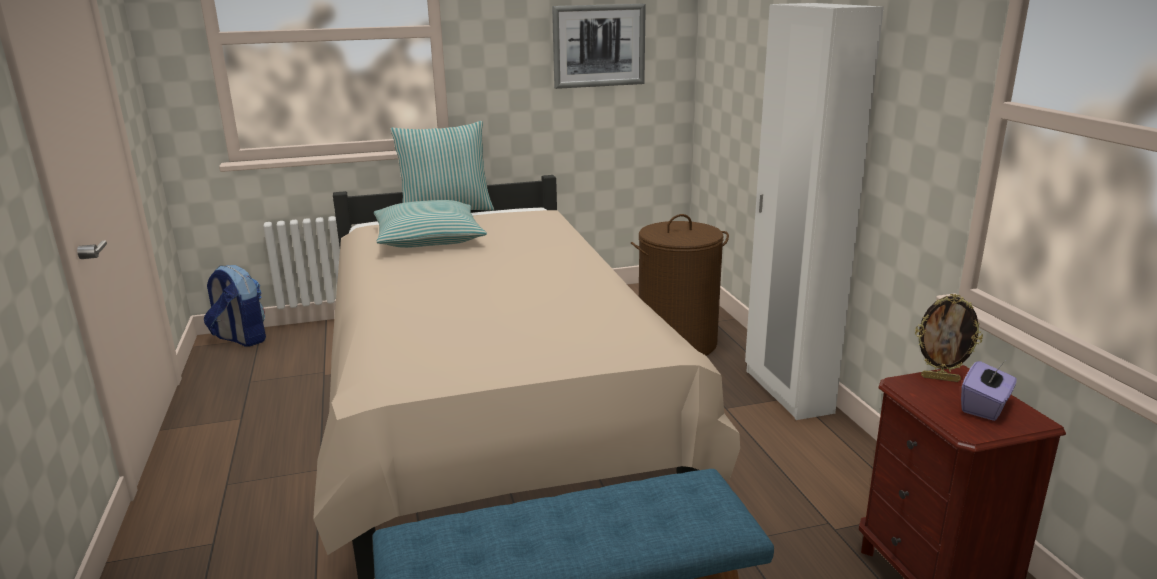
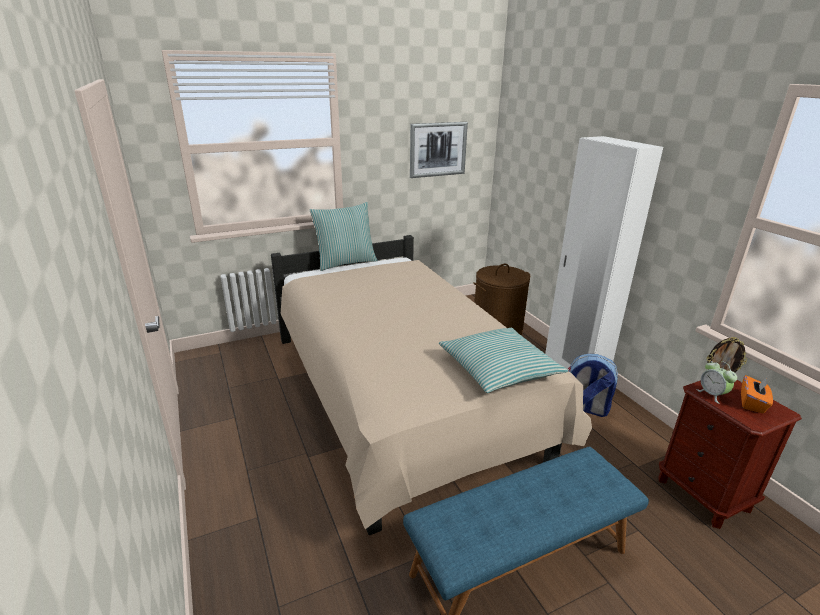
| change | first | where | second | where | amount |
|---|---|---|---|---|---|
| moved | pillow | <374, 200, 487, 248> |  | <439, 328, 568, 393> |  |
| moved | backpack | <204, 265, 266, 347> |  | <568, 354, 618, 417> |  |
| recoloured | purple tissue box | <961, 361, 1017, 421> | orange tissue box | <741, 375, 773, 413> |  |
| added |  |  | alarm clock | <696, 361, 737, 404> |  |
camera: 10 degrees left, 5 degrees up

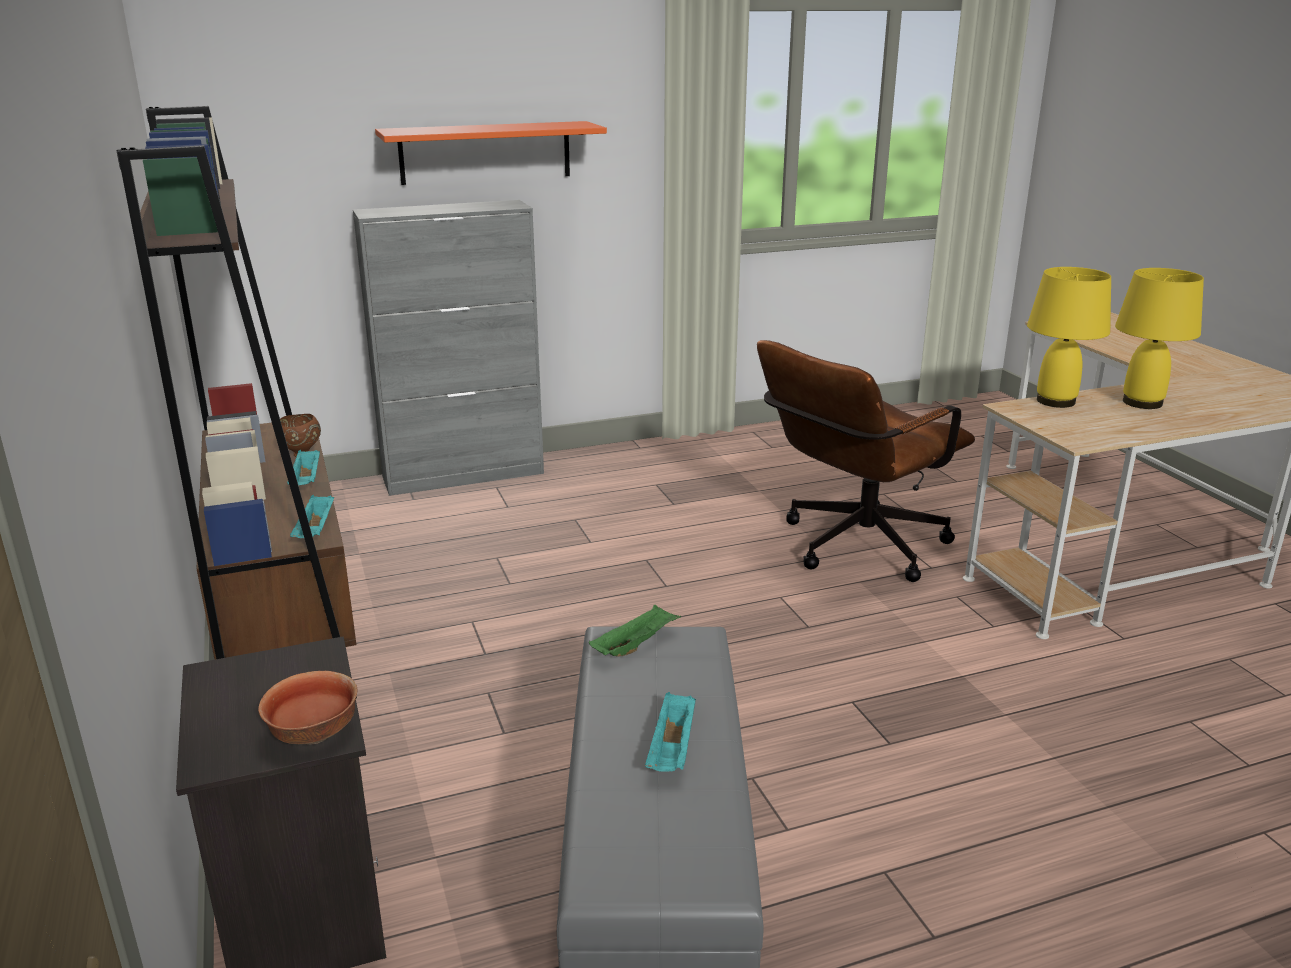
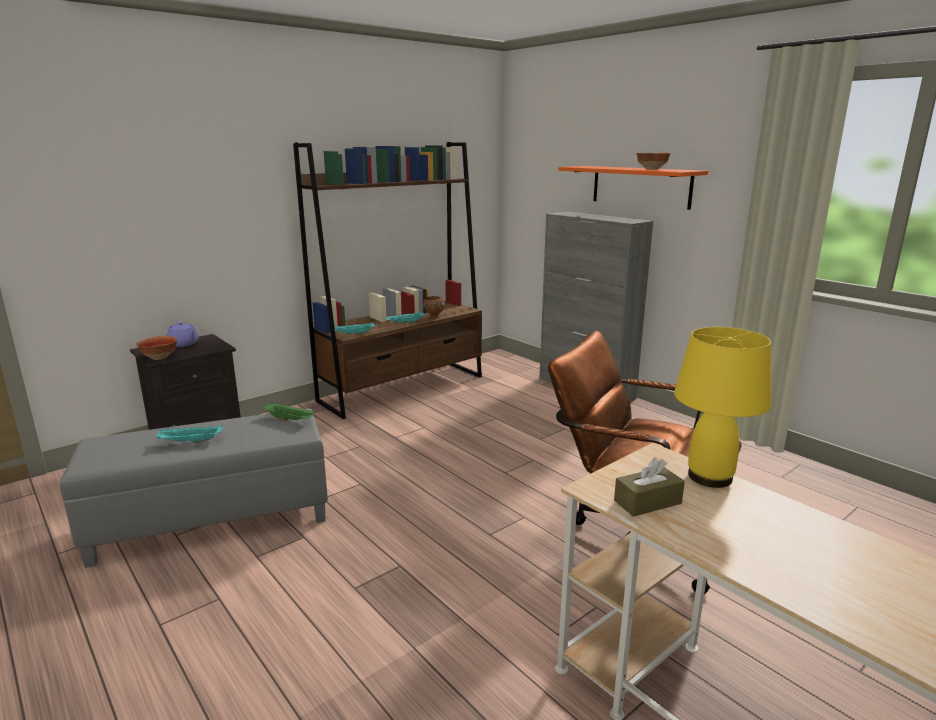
| change | first | where | second | where | amount |
|---|---|---|---|---|---|
| removed | yellow table lamp | <1115, 268, 1204, 409> |  |  |  |
| added |  |  | bowl | <637, 153, 671, 170> |  |
| added |  |  | purple teapot | <167, 322, 199, 347> |  |
| added |  |  | brown tissue box | <614, 457, 685, 517> |  |
camera: 70 degrees right, 5 degrees down

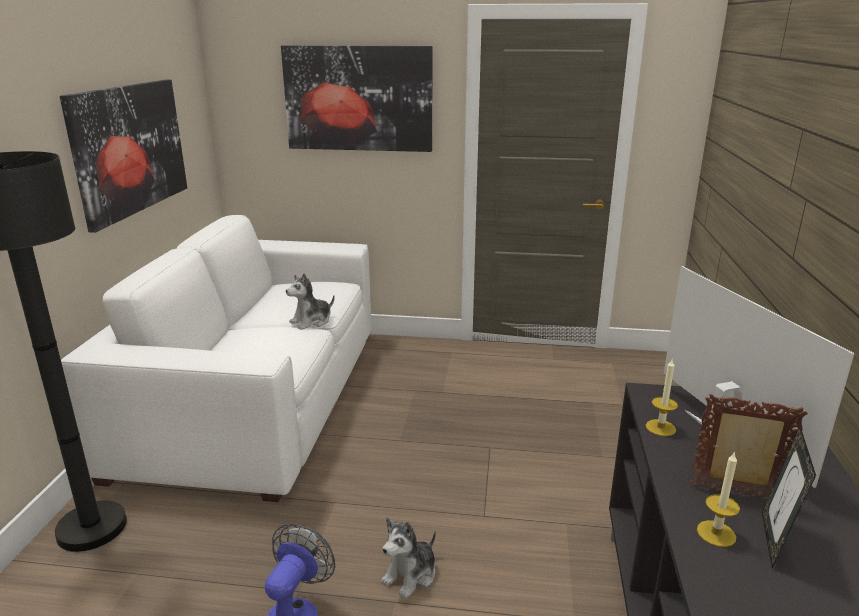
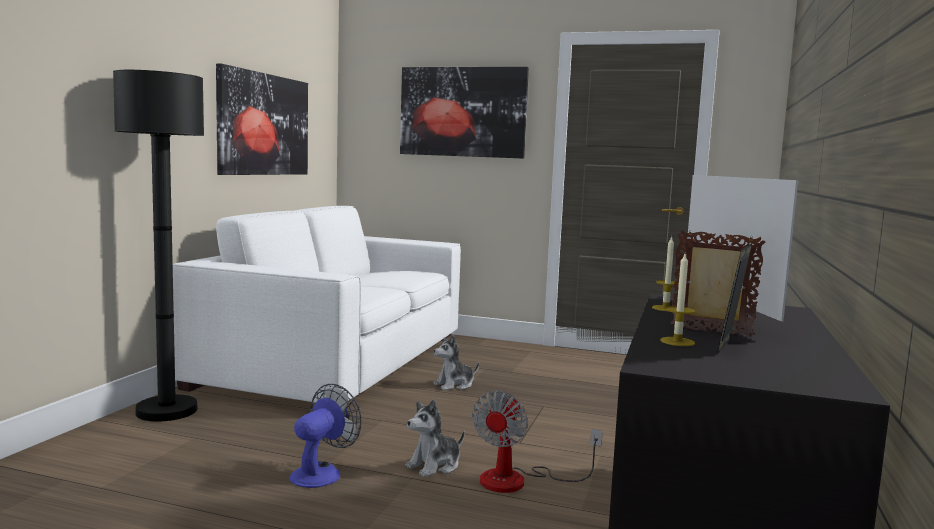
| change | first | where | second | where | amount |
|---|---|---|---|---|---|
| moved | plush toy | <286, 273, 335, 330> |  | <433, 335, 479, 390> |  |
| added |  |  | fan | <472, 390, 603, 493> |  |
camera: 10 degrees right, 15 degrees down

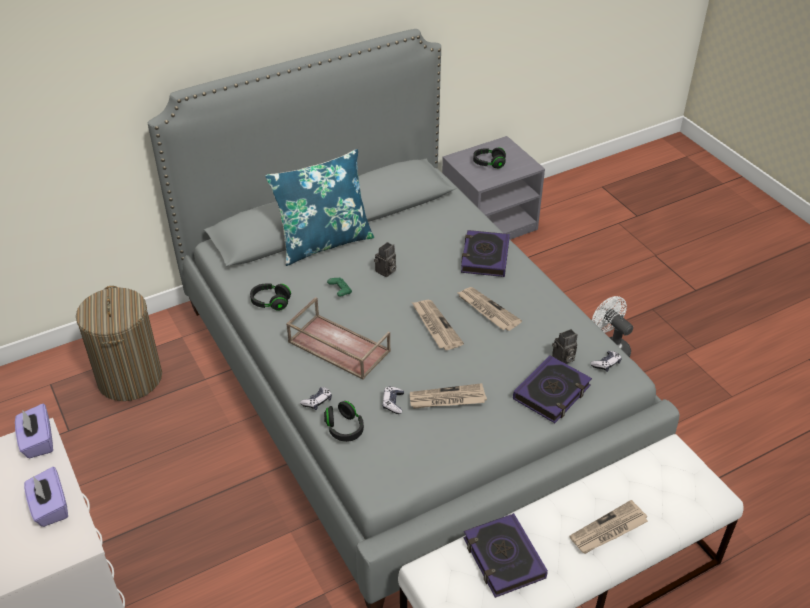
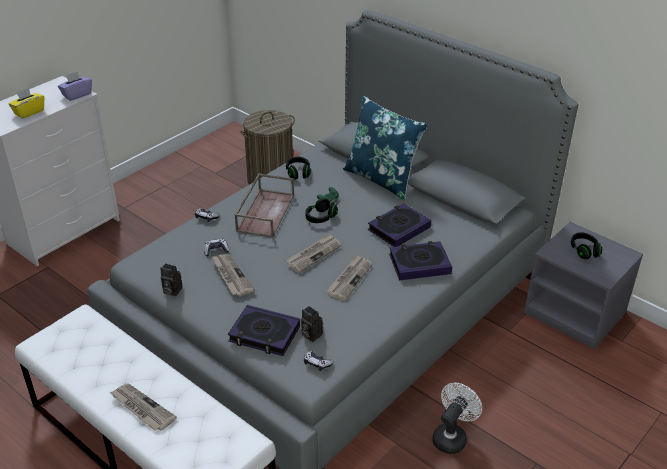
| change | first | where | second | where | amount |
|---|---|---|---|---|---|
| moved | photo camera | <374, 242, 396, 277> |  | <160, 263, 183, 296> |  |
| moved | black headphones | <324, 401, 364, 442> |  | <305, 198, 338, 223> |  |
| recoloured | purple tissue box | <24, 467, 68, 527> | yellow tissue box | <8, 88, 44, 119> |  |
| moved | book | <463, 513, 548, 598> |  | <368, 203, 431, 247> |  |
camera: 70 degrees right, 5 degrees down

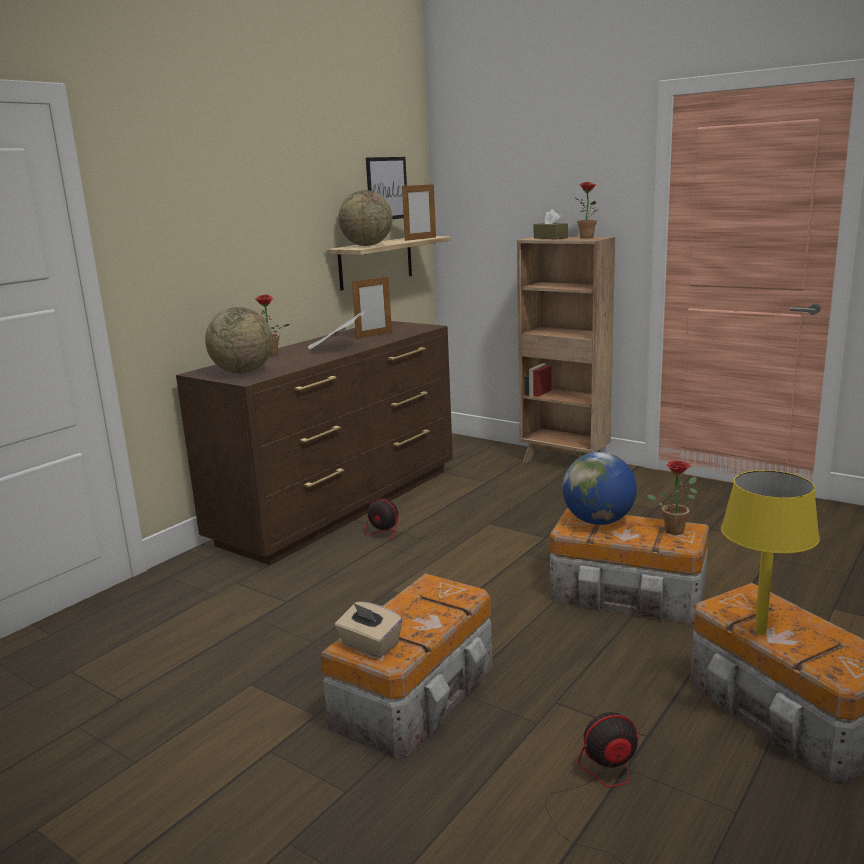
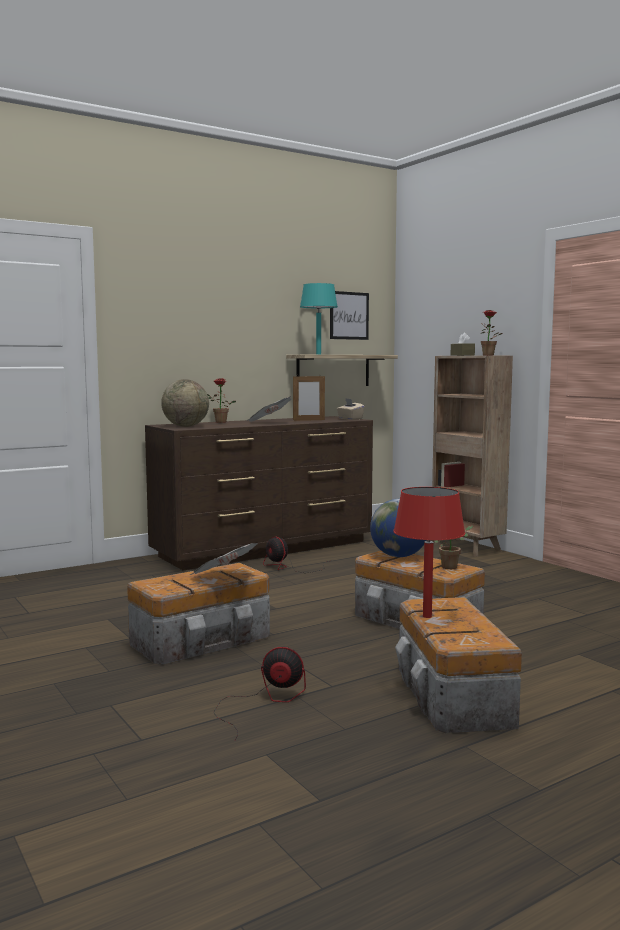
| change | first | where | second | where | amount |
|---|---|---|---|---|---|
| removed | picture frame | <402, 183, 436, 241> |  |  |  |
| replaced | globe | <338, 190, 393, 246> | turquoise table lamp | <300, 283, 338, 355> |  |
| recoloured | yellow table lamp | <721, 470, 820, 635> | red table lamp | <393, 487, 465, 618> |  |
| moved | beige tissue box | <335, 602, 403, 658> |  | <337, 398, 365, 420> |  |
| added |  |  | newspaper | <190, 543, 258, 575> |  |
camera: 20 degrees right, 10 degrees down

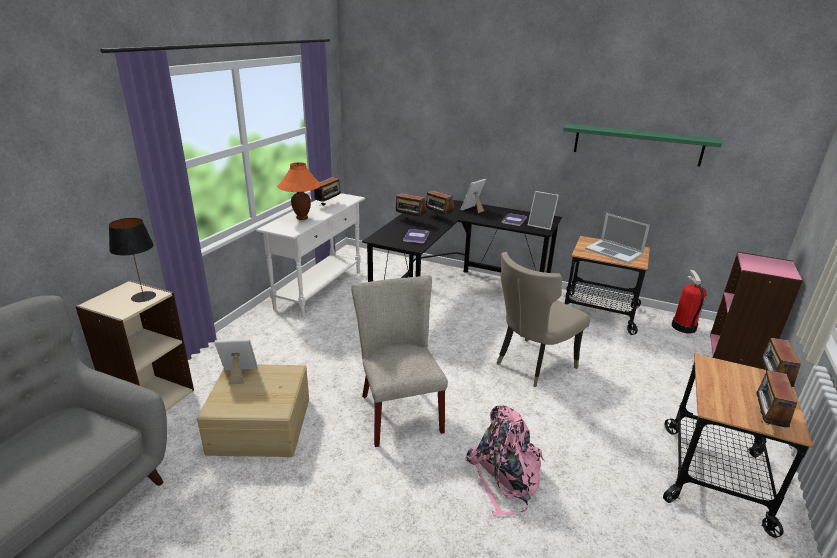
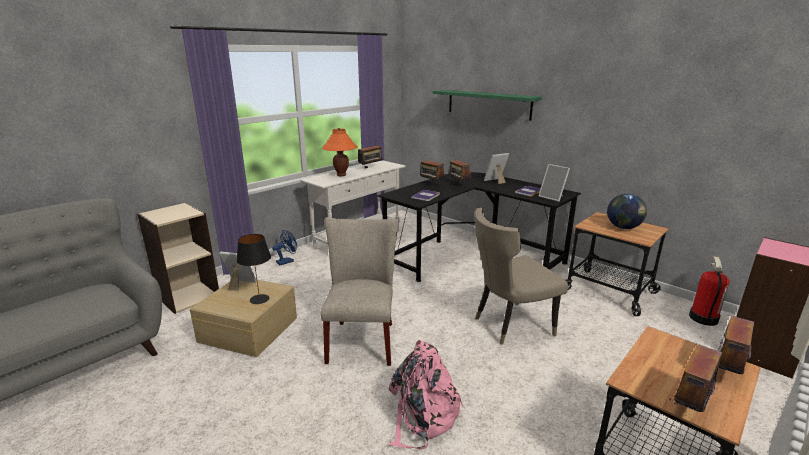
| change | first | where | second | where | amount |
|---|---|---|---|---|---|
| moved | green shelf | <563, 124, 722, 166> |  | <433, 90, 542, 121> |  |
| replaced | laptop | <585, 213, 650, 263> | globe | <607, 194, 647, 229> |  |
| moved | black table lamp | <109, 218, 156, 302> |  | <236, 234, 271, 304> |  |
| added |  |  | blue fan | <272, 230, 297, 265> |  |
camera: 20 degrees right, 5 degrees down

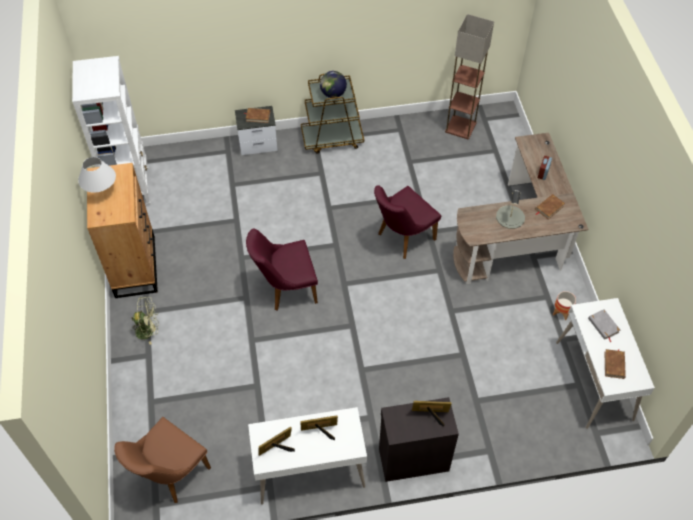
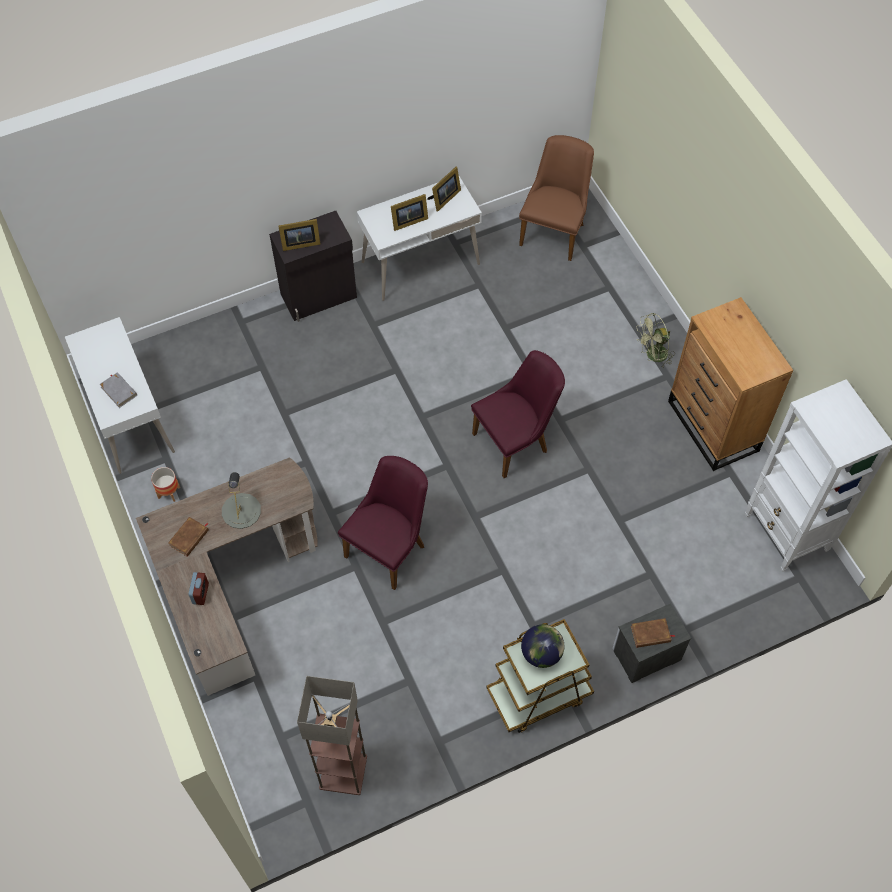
| change | first | where | second | where | amount |
|---|---|---|---|---|---|
| removed | white table lamp | <78, 157, 116, 193> |  |  |  |
| removed | brown book | <605, 349, 626, 379> |  |  |  |
camera: 165 degrees right, 5 degrees up

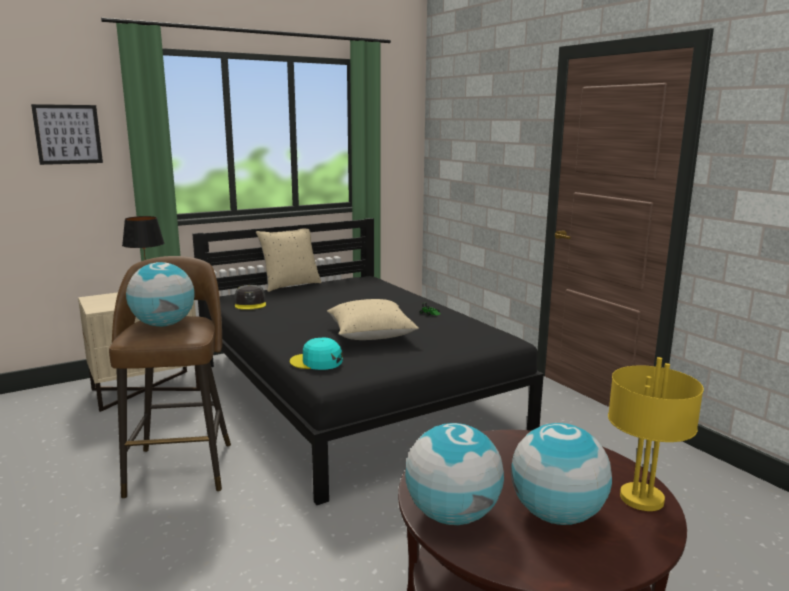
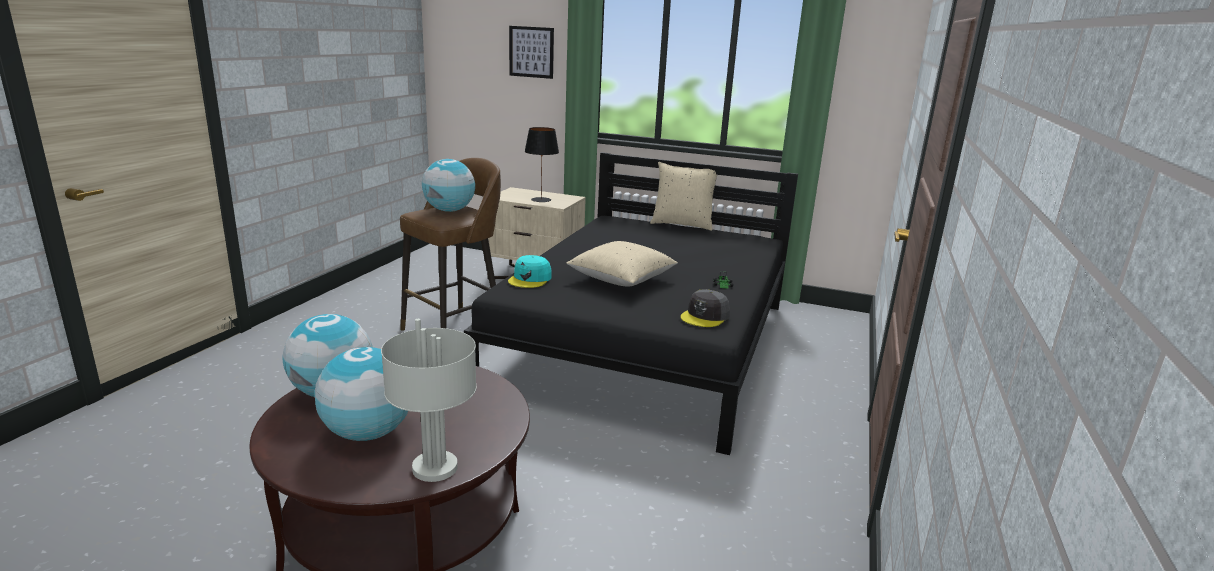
| change | first | where | second | where | amount |
|---|---|---|---|---|---|
| moved | grey cap | <234, 285, 266, 310> |  | <681, 289, 730, 327> |  |
| turned | turquoise cap | <290, 338, 343, 370> |  | <508, 255, 552, 288> | 135 degrees counterclockwise |
| recoloured | yellow table lamp | <608, 357, 704, 511> | grey table lamp | <381, 319, 477, 482> |  |
camera: 50 degrees right, 5 degrees up

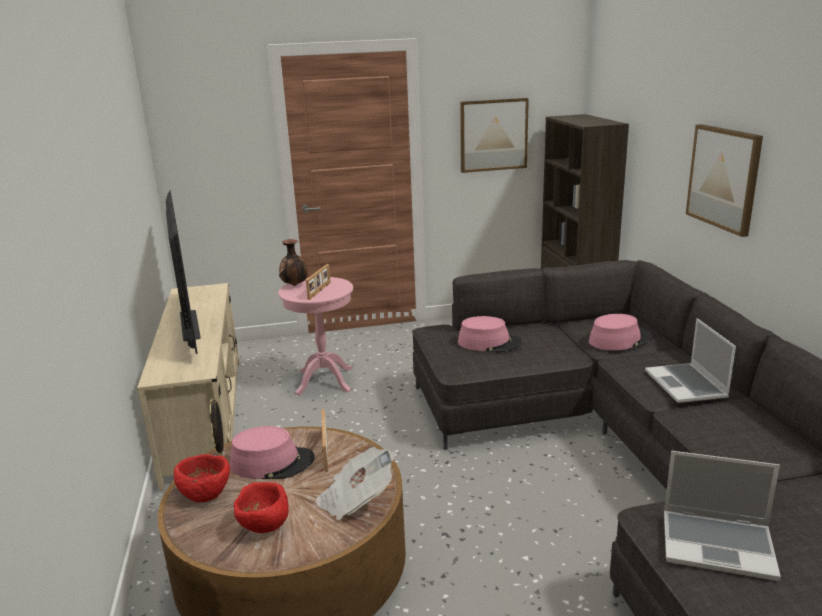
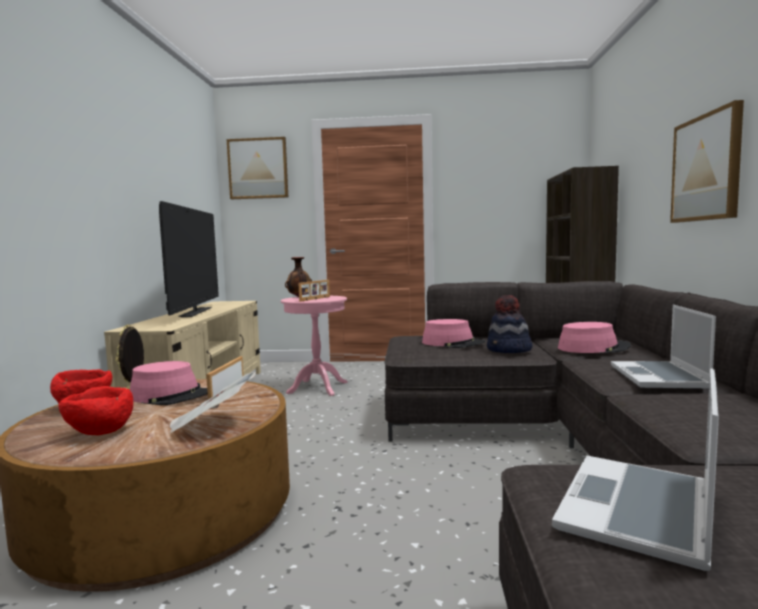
| change | first | where | second | where | amount |
|---|---|---|---|---|---|
| moved | picture | <460, 98, 529, 173> |  | <227, 137, 288, 199> |  |
| turned | laptop | <664, 451, 781, 580> |  | <552, 368, 719, 571> | 90 degrees clockwise |
| added |  |  | hat | <487, 295, 533, 353> |  |
camera: 15 degrees right, 15 degrees down

